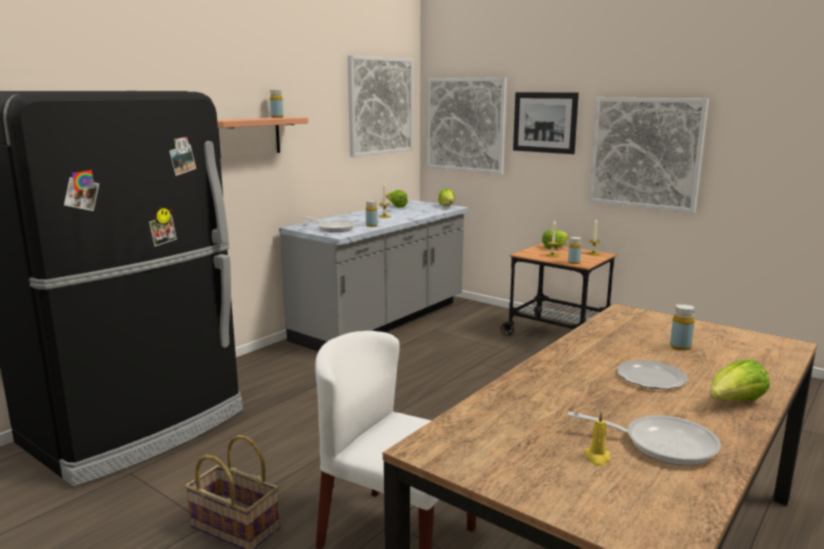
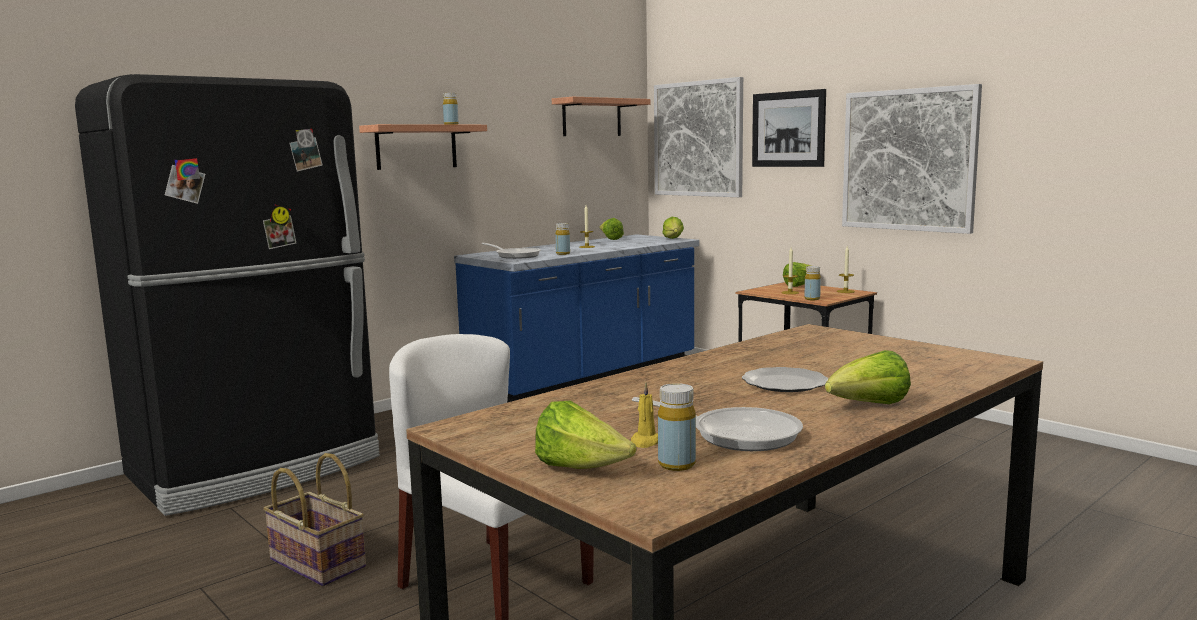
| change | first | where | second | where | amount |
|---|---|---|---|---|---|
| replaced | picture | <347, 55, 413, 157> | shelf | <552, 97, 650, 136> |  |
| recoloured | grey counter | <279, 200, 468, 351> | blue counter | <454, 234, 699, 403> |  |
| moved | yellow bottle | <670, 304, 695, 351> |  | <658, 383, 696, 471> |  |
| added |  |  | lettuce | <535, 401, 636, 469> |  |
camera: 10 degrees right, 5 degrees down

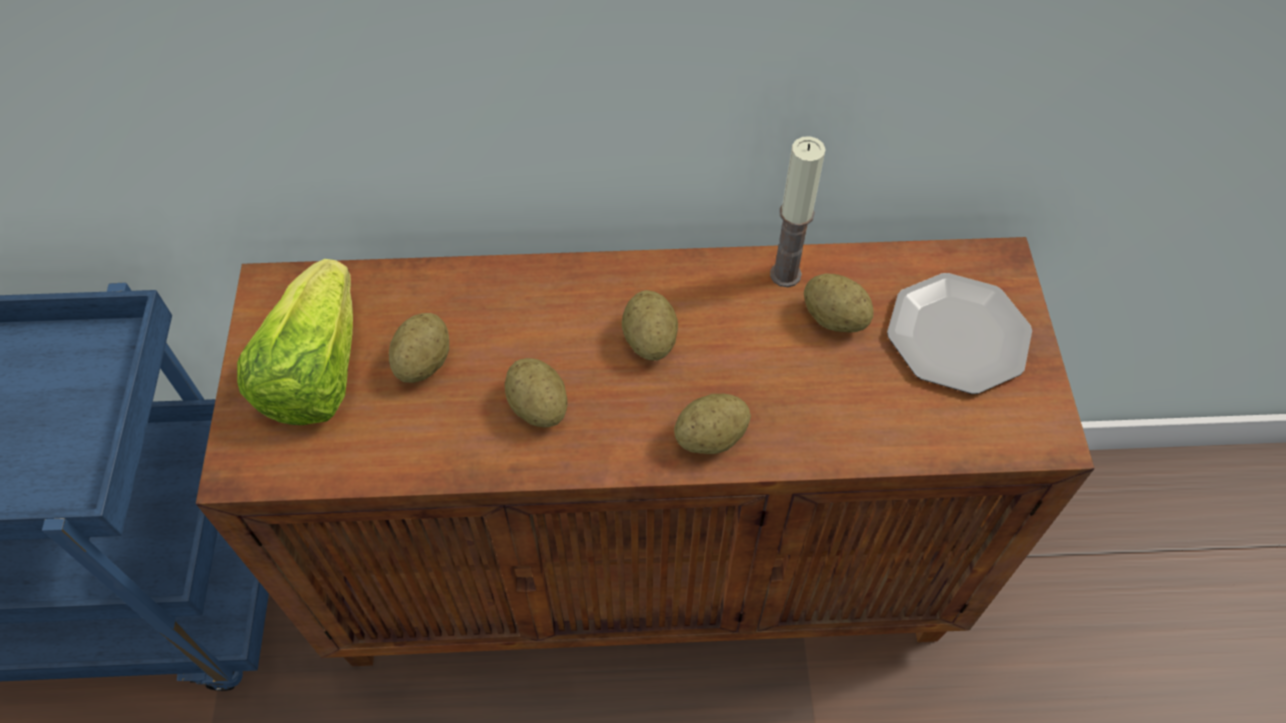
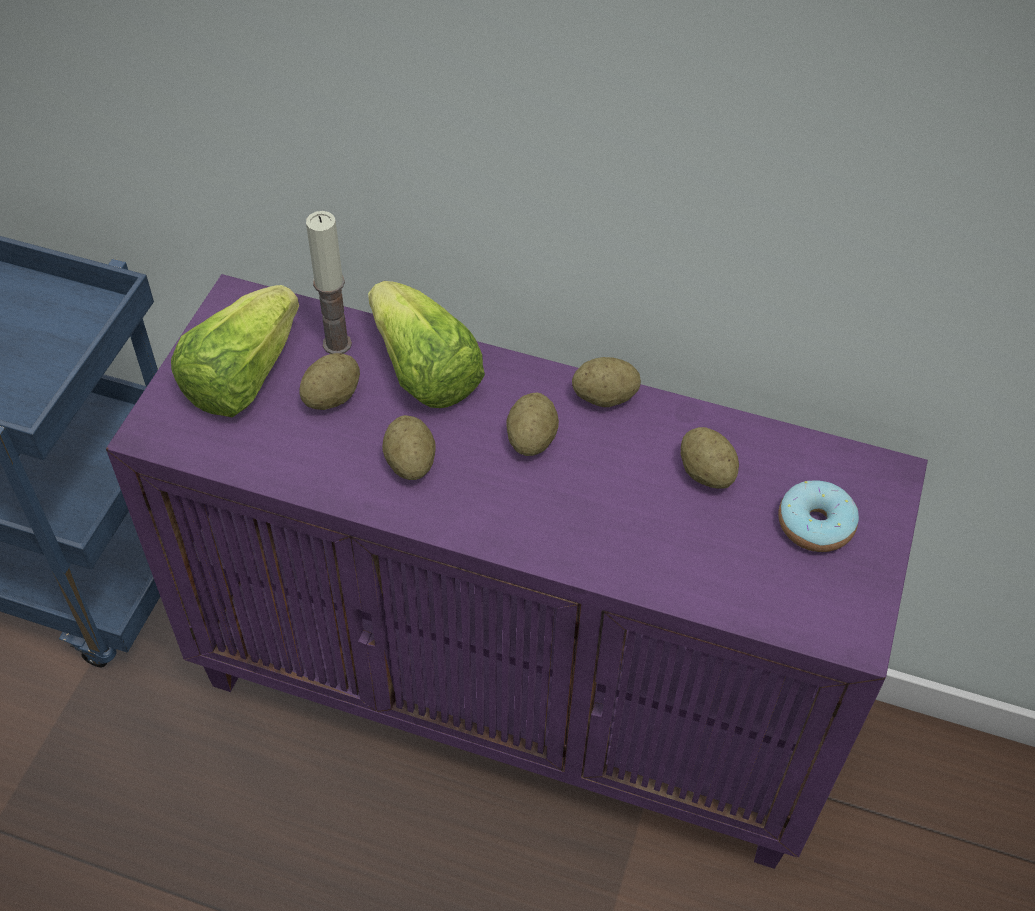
| change | first | where | second | where | amount |
|---|---|---|---|---|---|
| moved | candle | <770, 136, 826, 287> |  | <306, 211, 352, 354> |  |
| recoloured | brown cabinet | <196, 237, 1094, 666> | purple cabinet | <106, 274, 928, 869> |  |
| replaced | plate | <887, 273, 1032, 394> | donut | <778, 480, 859, 552> |  |
| moved | potato | <674, 394, 751, 454> |  | <572, 357, 641, 407> |  |
| added |  |  | lettuce | <368, 281, 485, 408> |  |
camera: 20 degrees right, 5 degrees down

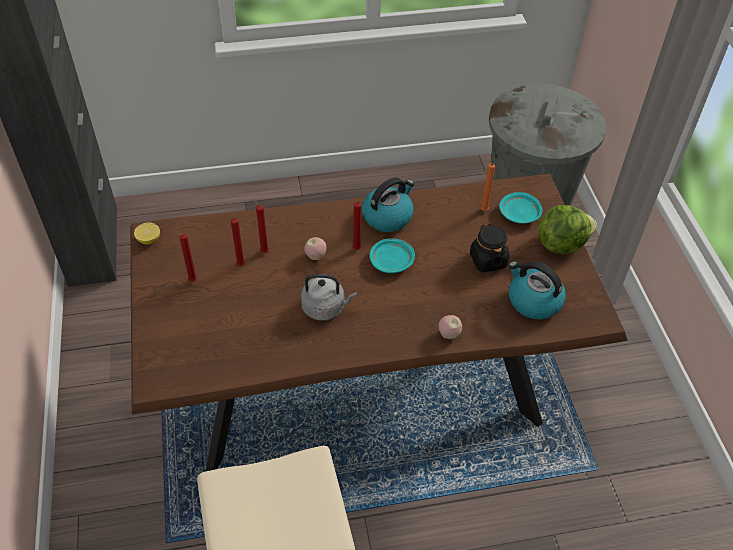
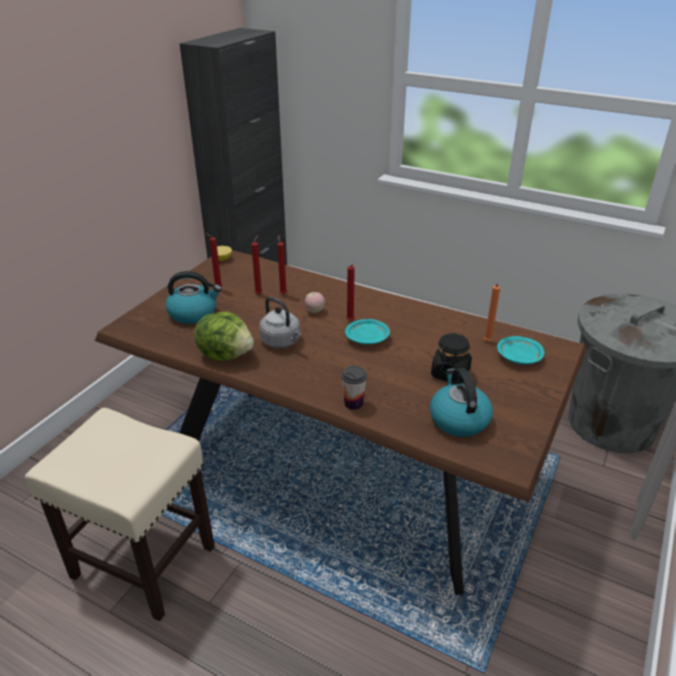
| change | first | where | second | where | amount |
|---|---|---|---|---|---|
| moved | kettle | <362, 177, 414, 232> |  | <166, 271, 222, 324> |  |
| moved | lettuce | <538, 205, 597, 255> |  | <194, 311, 254, 361> |  |
| replaced | apple | <439, 315, 462, 339> | cup | <341, 366, 367, 410> |  |
camera: 40 degrees right, 15 degrees down

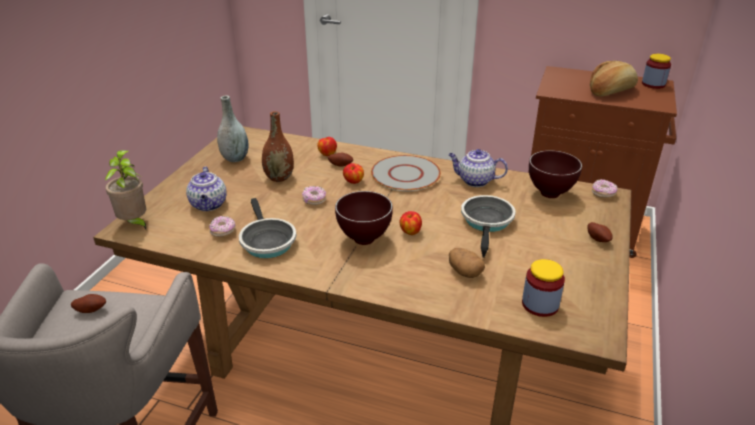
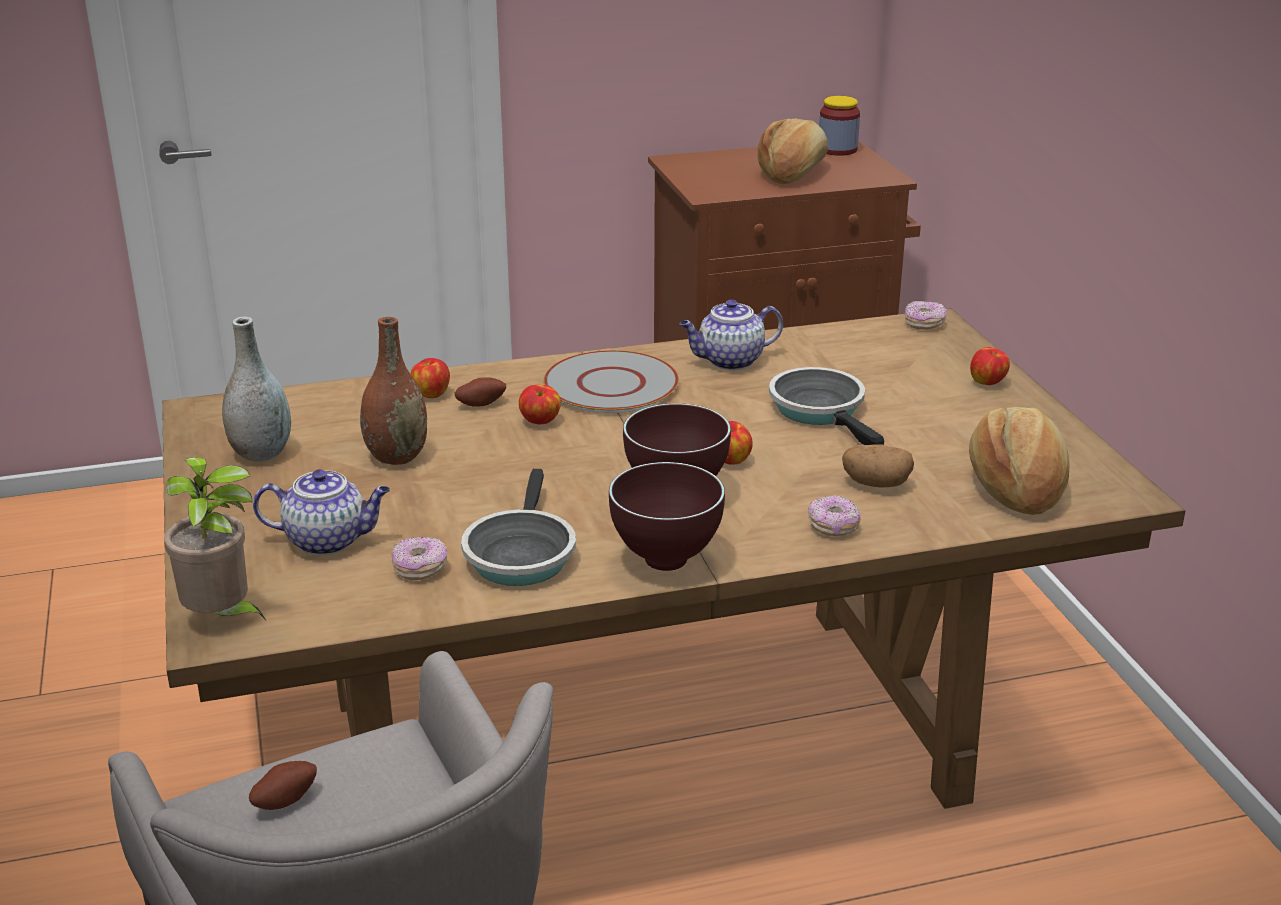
| change | first | where | second | where | amount |
|---|---|---|---|---|---|
| moved | brown bowl | <529, 150, 582, 198> |  | <609, 462, 725, 571> |  |
| turned | teapot | <186, 167, 227, 211> |  | <253, 469, 390, 555> | 45 degrees counterclockwise |
| moved | donut | <302, 186, 326, 205> |  | <808, 495, 861, 536> |  |
| turned | frying pan | <239, 198, 296, 258> |  | <461, 469, 576, 586> | 60 degrees clockwise |
| replaced | potato | <587, 222, 613, 242> | apple | <970, 347, 1010, 385> |  |
| replaced | jar | <522, 259, 565, 317> | bread | <969, 407, 1070, 515> |  |
camera: 35 degrees left, 5 degrees down

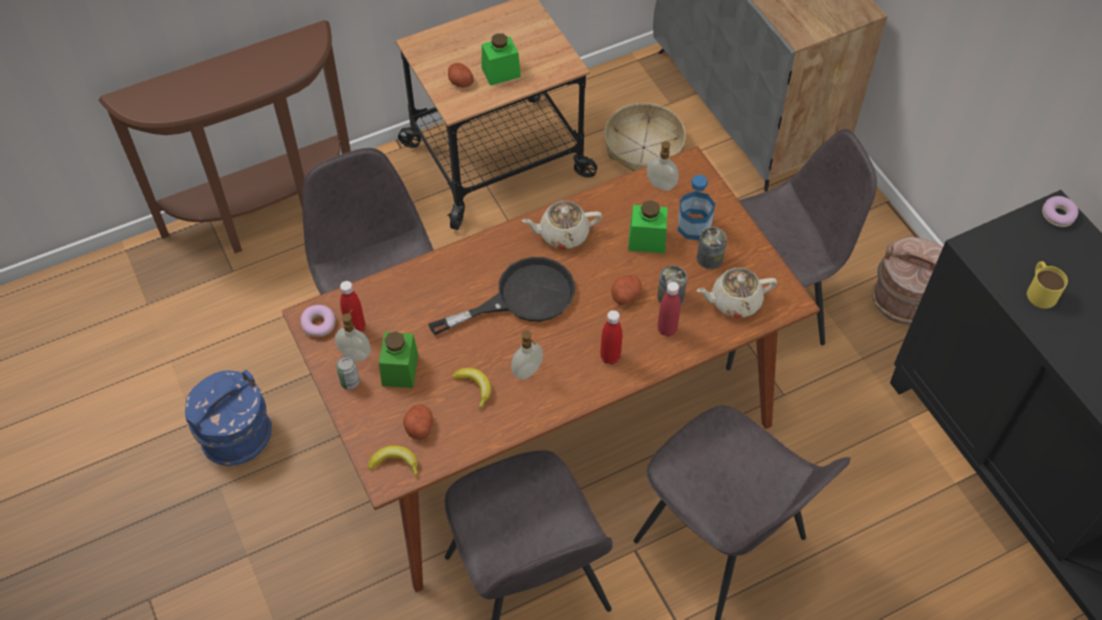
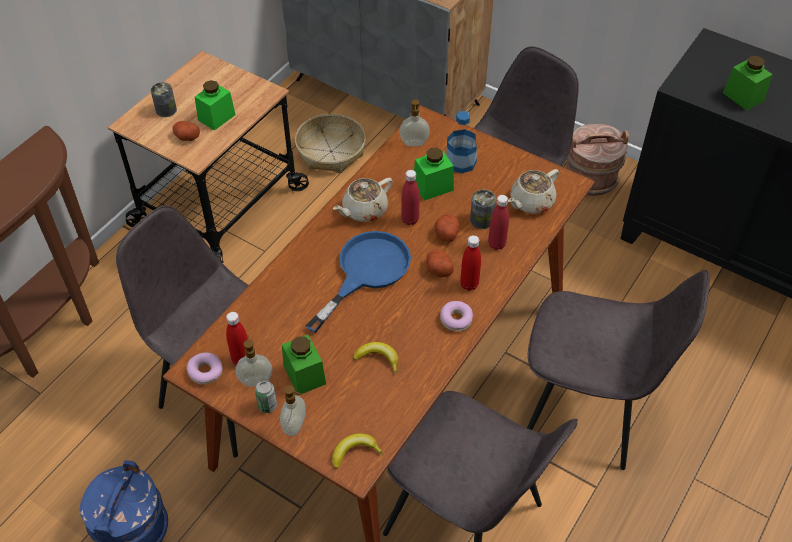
| change | first | where | second | where | amount |
|---|---|---|---|---|---|
| moved | donut | <1042, 196, 1079, 227> |  | <440, 301, 473, 331> |  |
| moved | can | <697, 227, 727, 269> |  | <151, 82, 177, 117> |  |
| recoloured | black frying pan | <429, 257, 575, 335> | blue frying pan | <305, 231, 411, 333> |  |
| replaced | yellow mug | <1027, 261, 1068, 308> | green jar | <723, 56, 773, 110> |  |
| moved | soap dispenser | <511, 330, 543, 379> |  | <280, 385, 306, 436> |  |
| moved | potato | <403, 404, 433, 440> |  | <426, 250, 454, 278> |  |
| added |  |  | red bottle | <401, 170, 420, 225> |  |
camera: 30 degrees left, 5 degrees down

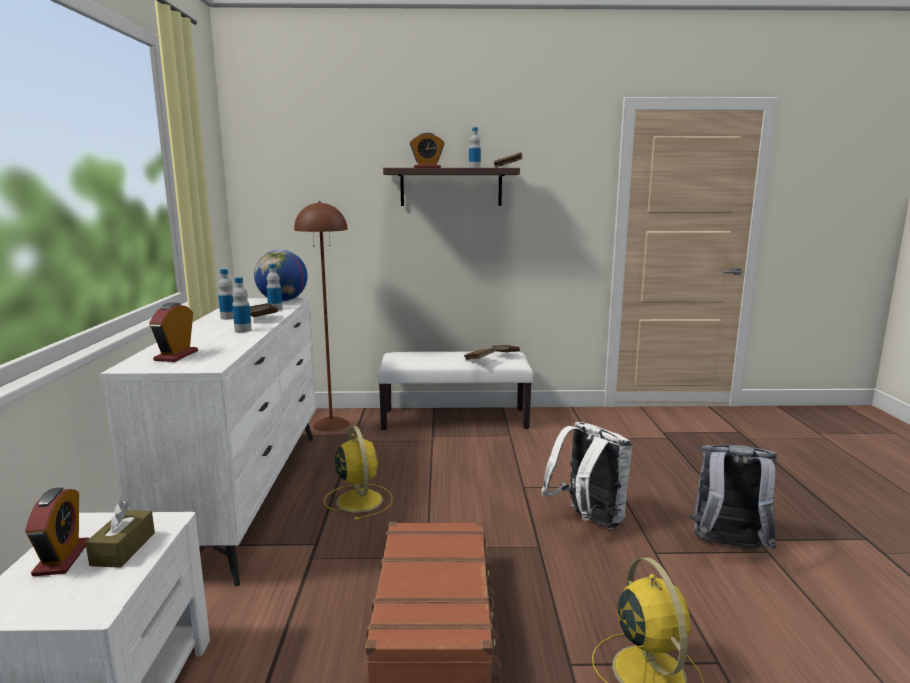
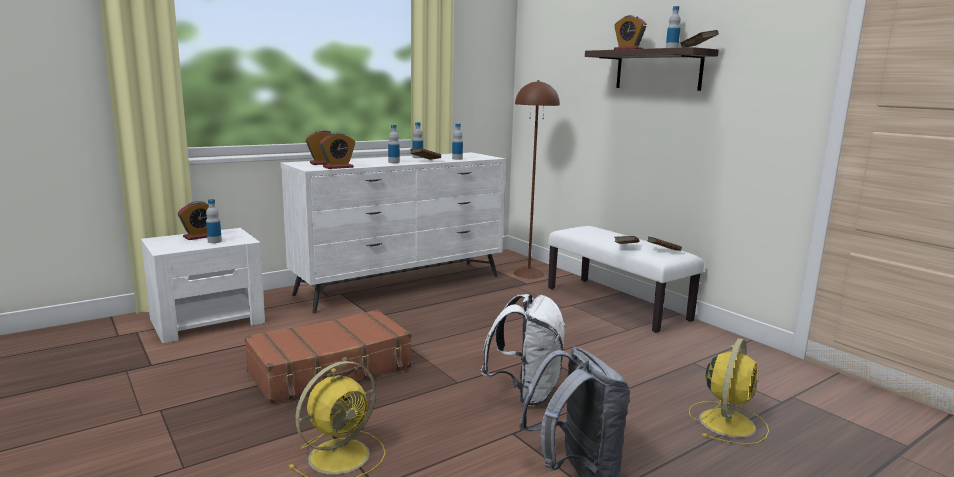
| change | first | where | second | where | amount |
|---|---|---|---|---|---|
| removed | globe | <254, 250, 307, 302> |  |  |  |
| moved | yellow fan | <324, 426, 392, 520> |  | <689, 338, 769, 445> |  |
| replaced | brown tissue box | <85, 501, 155, 568> | bottle | <206, 199, 222, 243> |  |
| added |  |  | alarm clock | <320, 132, 355, 169> |  |
camera: 55 degrees right, 0 degrees up

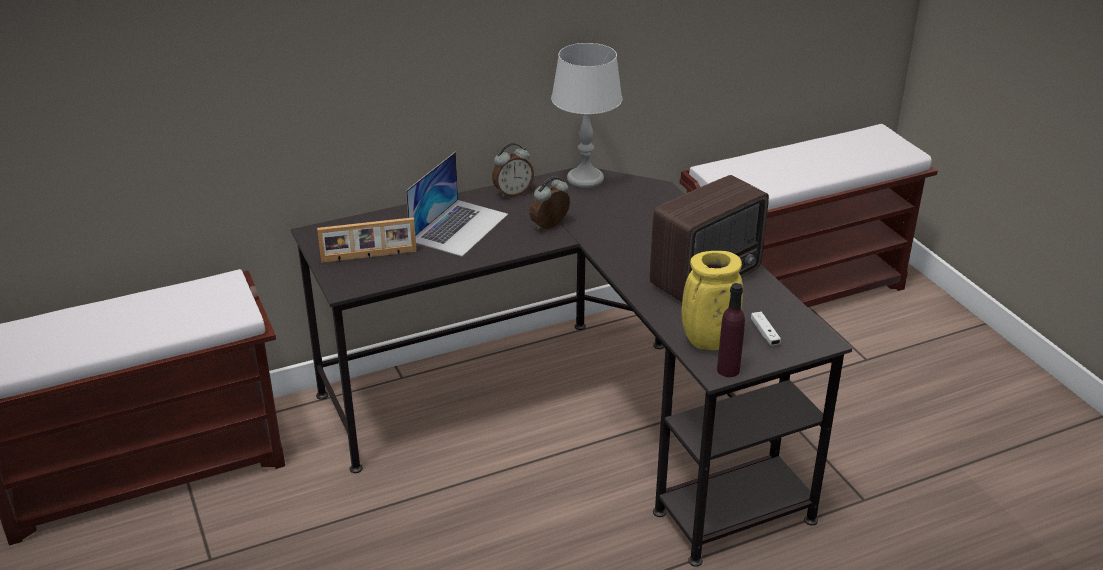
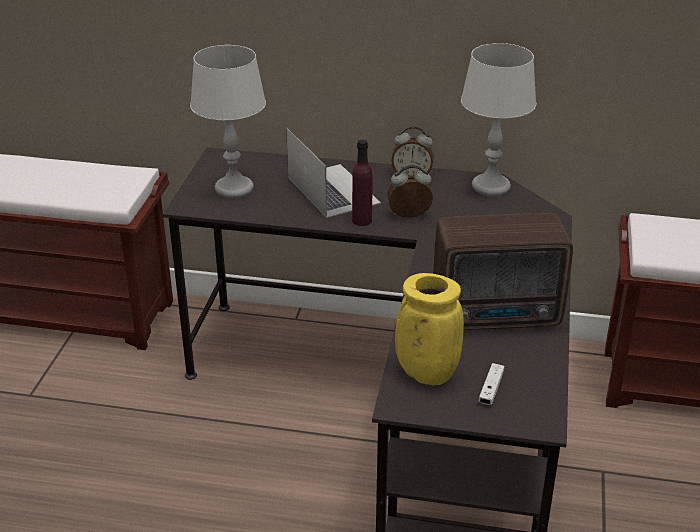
| change | first | where | second | where | amount |
|---|---|---|---|---|---|
| turned | laptop | <406, 152, 508, 257> |  | <286, 128, 381, 218> | 90 degrees counterclockwise |
| replaced | picture frame | <317, 217, 417, 263> | grey table lamp | <190, 45, 266, 198> |  |
| moved | purple bottle | <717, 283, 745, 377> |  | <352, 139, 373, 226> |  |
camera: 35 degrees right, 0 degrees up

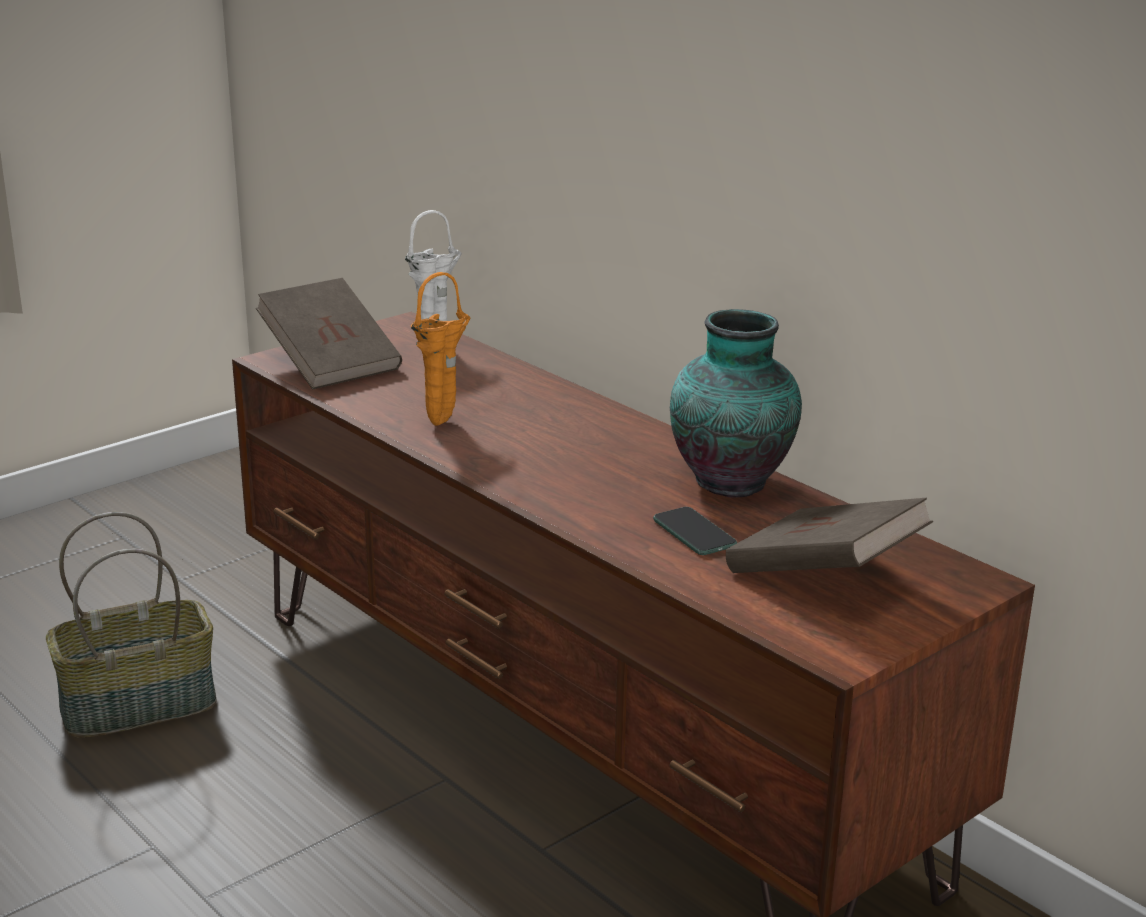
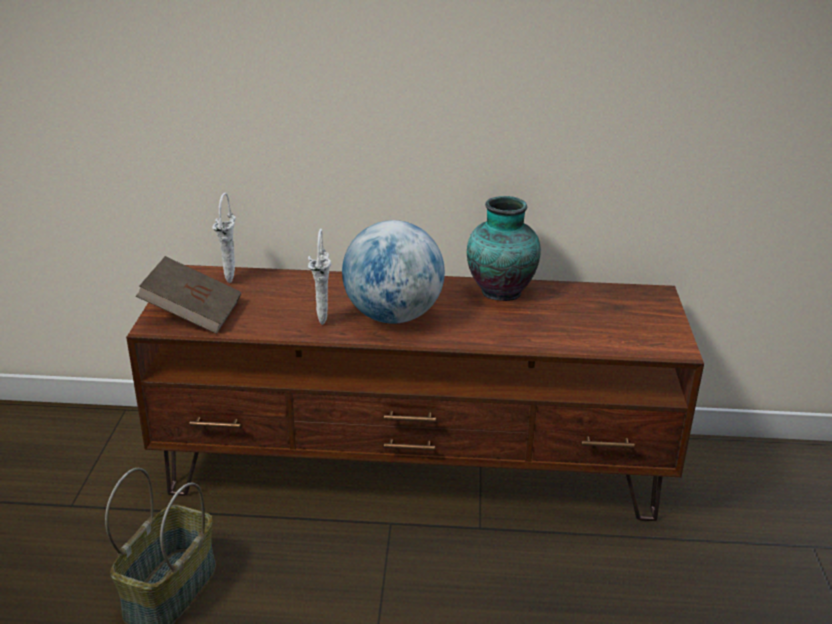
| change | first | where | second | where | amount |
|---|---|---|---|---|---|
| recoloured | orange vase | <411, 272, 471, 426> | white vase | <308, 229, 331, 325> |  |
| removed | brown book | <726, 498, 933, 573> |  |  |  |
| removed | phone | <653, 507, 737, 555> |  |  |  |
| added |  |  | globe | <342, 220, 445, 323> |  |
camera: 45 degrees left, 5 degrees up

